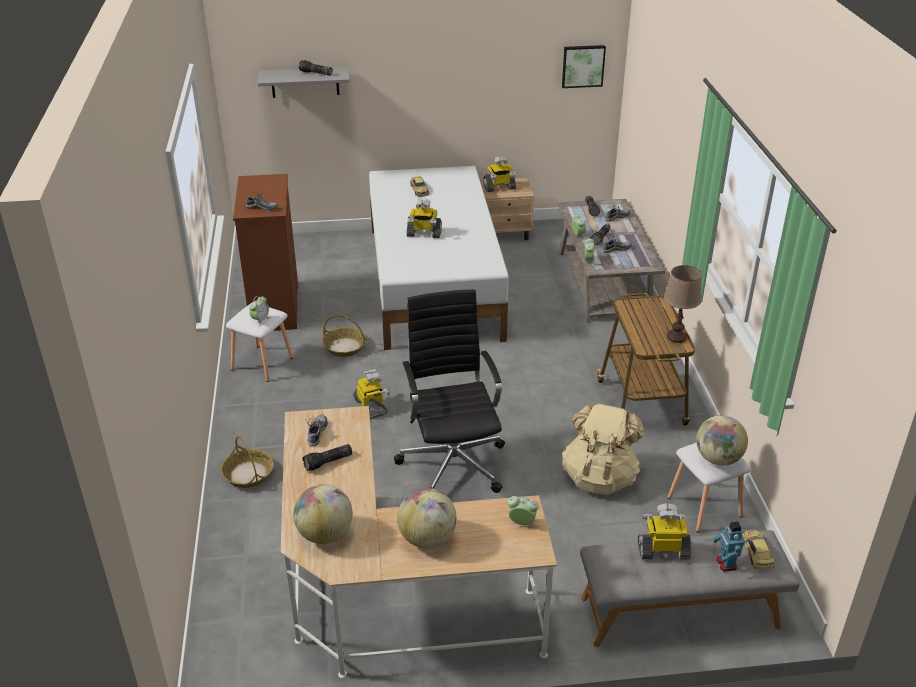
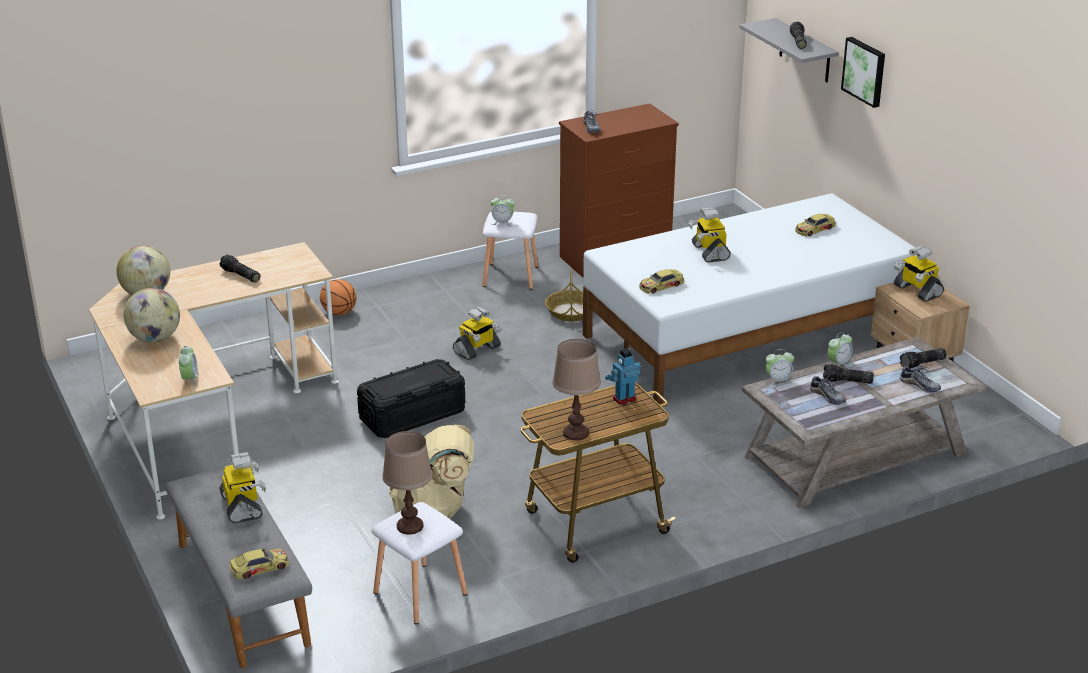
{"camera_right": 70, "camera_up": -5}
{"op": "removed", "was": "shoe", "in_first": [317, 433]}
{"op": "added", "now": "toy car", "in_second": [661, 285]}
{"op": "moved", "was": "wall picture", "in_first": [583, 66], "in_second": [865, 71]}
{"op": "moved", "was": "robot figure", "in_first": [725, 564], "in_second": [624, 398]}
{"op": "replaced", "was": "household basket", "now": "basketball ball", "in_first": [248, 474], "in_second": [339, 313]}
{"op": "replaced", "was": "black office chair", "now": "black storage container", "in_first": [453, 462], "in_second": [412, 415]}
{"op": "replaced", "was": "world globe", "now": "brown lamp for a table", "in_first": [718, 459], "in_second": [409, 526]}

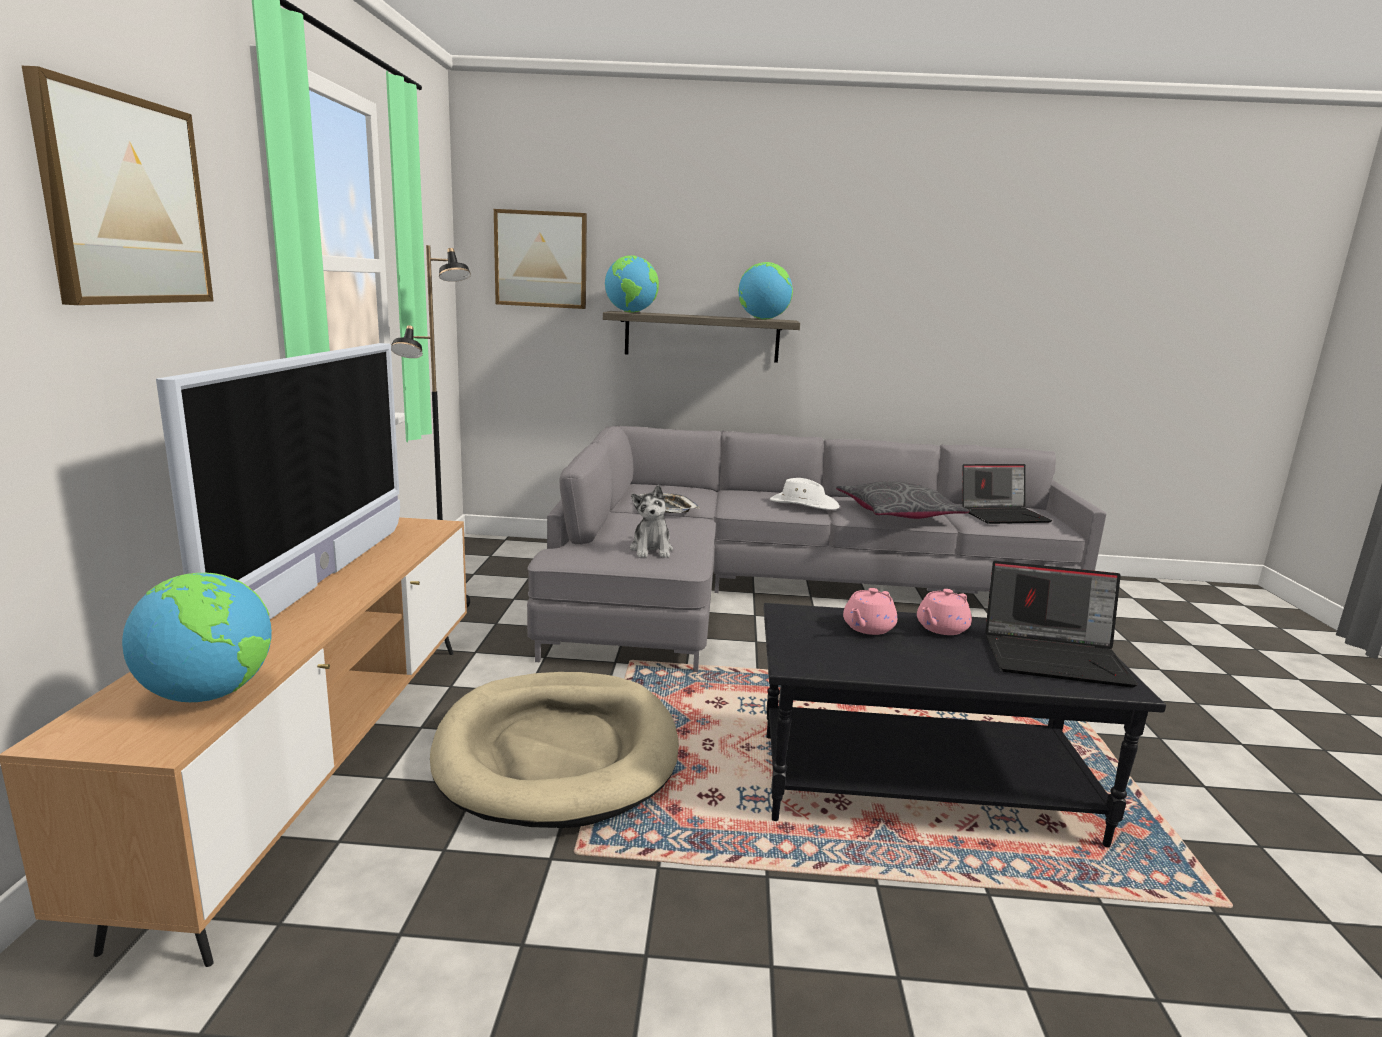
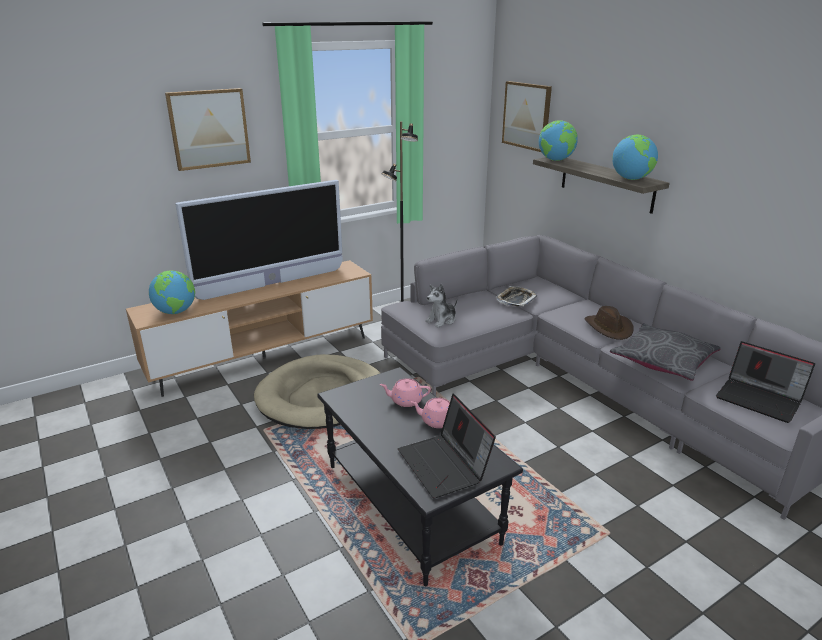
{"camera_right": 55, "camera_up": 10}
{"op": "recoloured", "was": "white hat", "now": "brown hat", "in_first": [803, 504], "in_second": [609, 328]}

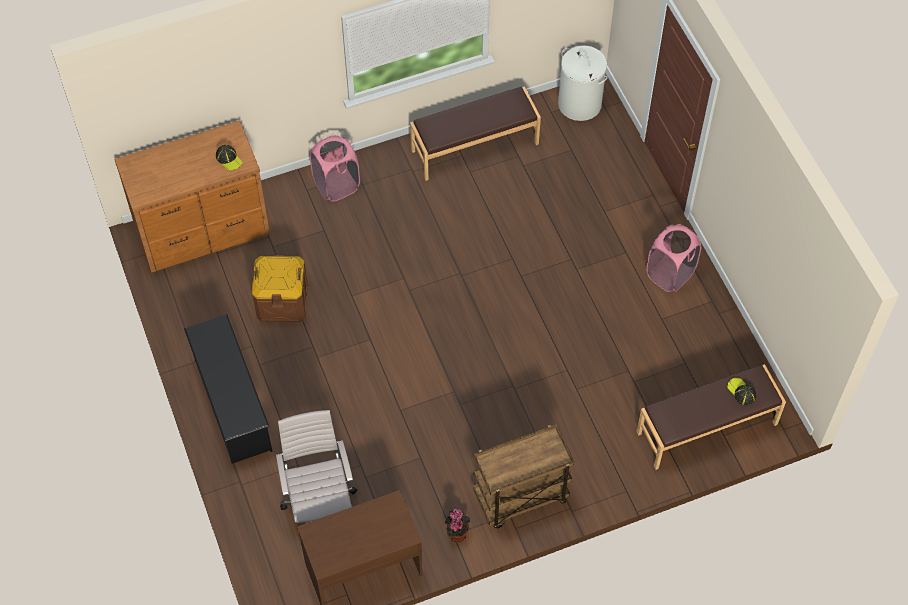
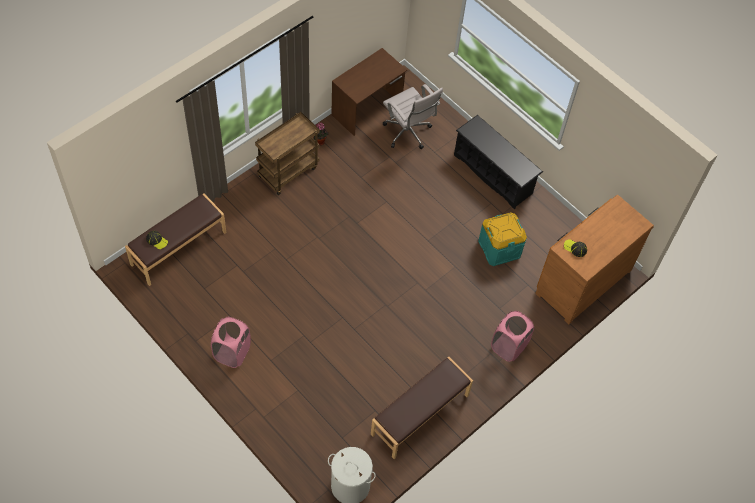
{"camera_right": 155, "camera_up": 0}
{"op": "recoloured", "was": "brown storage container", "now": "blue-green storage container", "in_first": [282, 301], "in_second": [499, 248]}

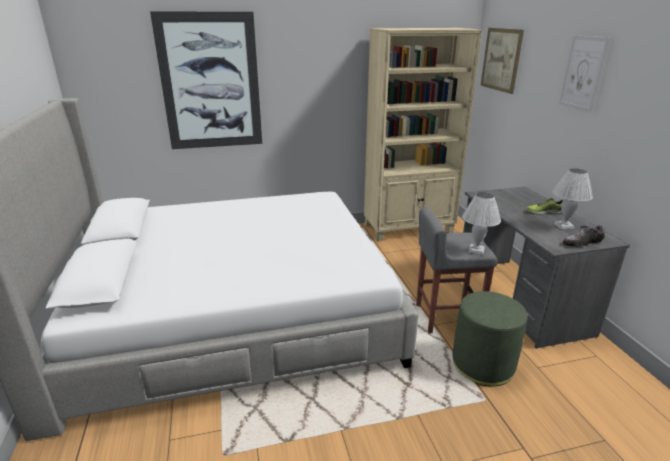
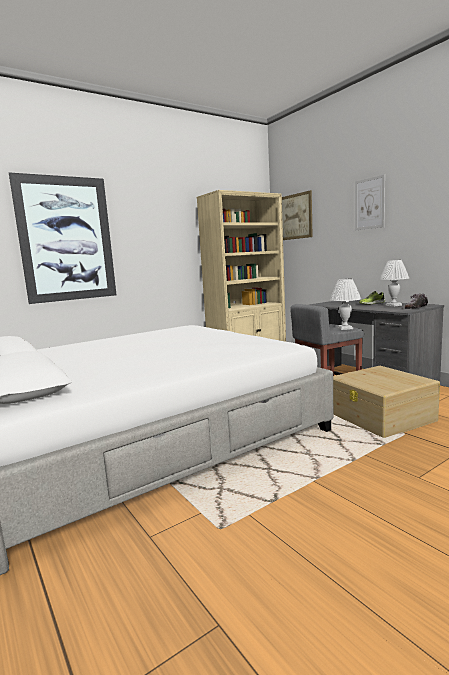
{"camera_right": -20, "camera_up": -15}
{"op": "replaced", "was": "green footrest", "now": "sand-coloured storage container", "in_first": [483, 364], "in_second": [381, 417]}

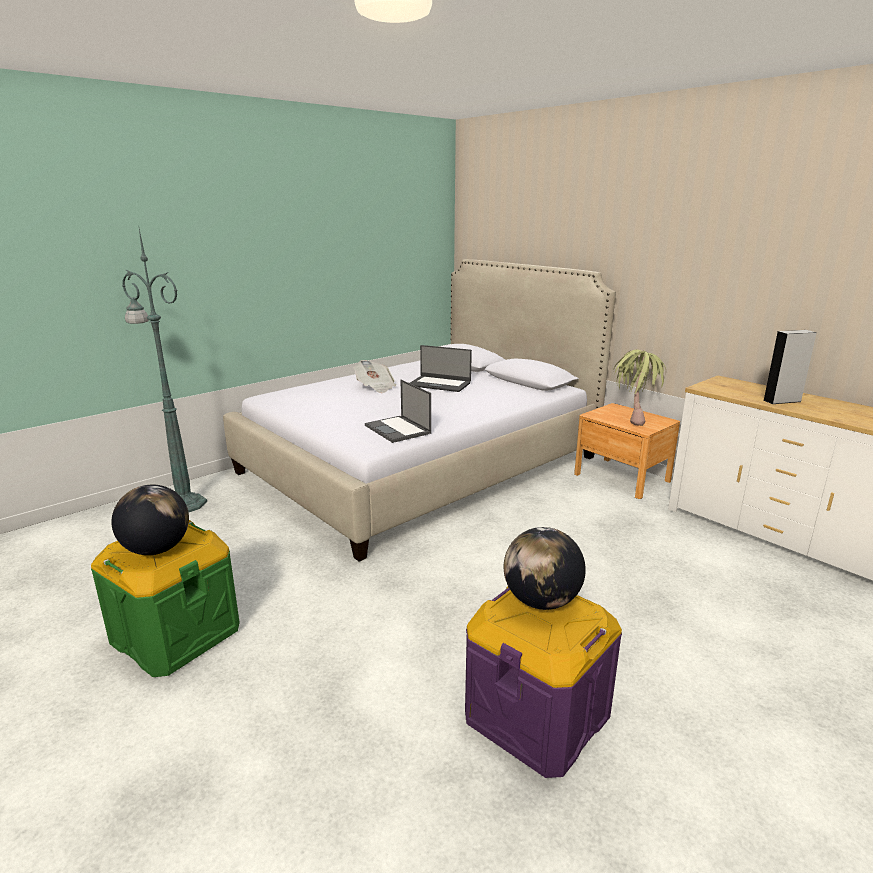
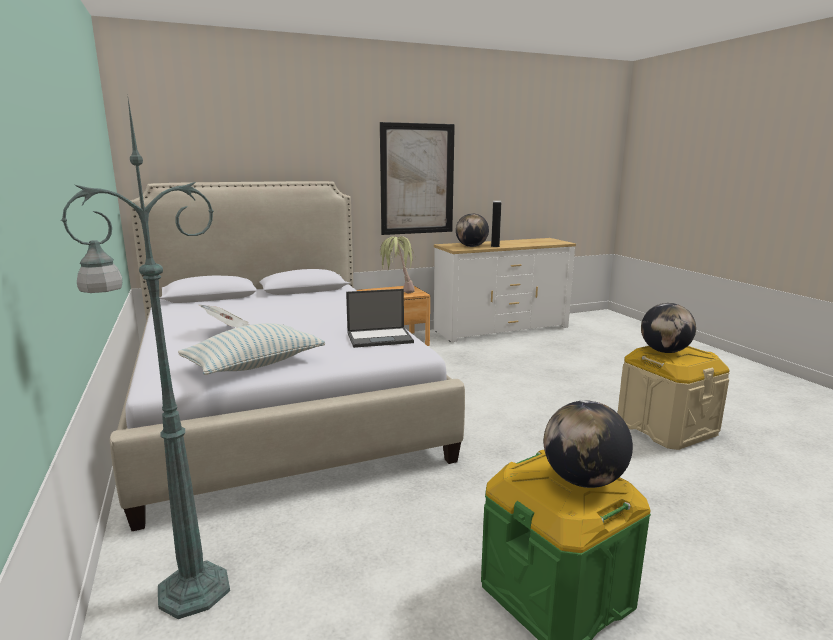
{"camera_right": -70, "camera_up": -5}
{"op": "removed", "was": "laptop", "in_first": [440, 384]}
{"op": "added", "now": "pillow", "in_second": [255, 365]}
{"op": "added", "now": "wall picture", "in_second": [417, 179]}
{"op": "added", "now": "world globe", "in_second": [471, 246]}
{"op": "recoloured", "was": "purplish storage container", "now": "sand-coloured storage container", "in_first": [537, 716], "in_second": [665, 428]}

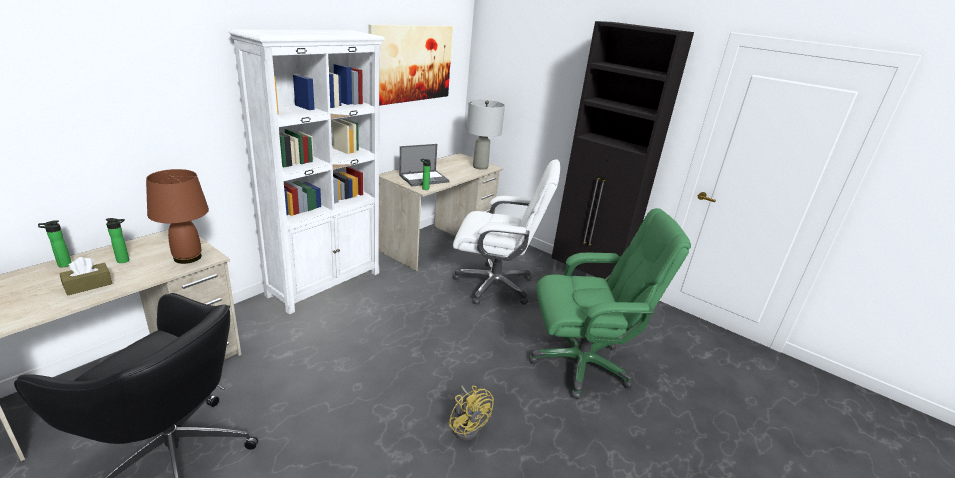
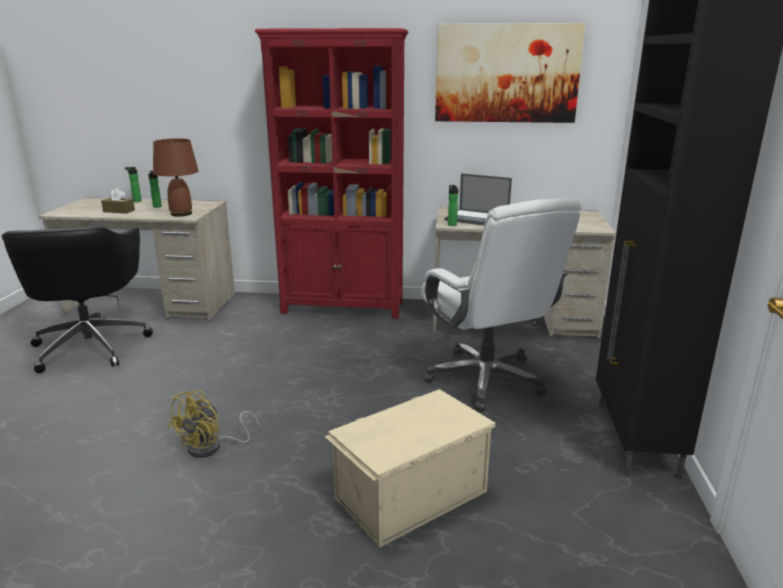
{"camera_right": 60, "camera_up": -5}
{"op": "removed", "was": "gray lamp for a table", "in_first": [480, 167]}
{"op": "replaced", "was": "green office chair", "now": "sand-coloured storage container", "in_first": [581, 364], "in_second": [409, 494]}
{"op": "recoloured", "was": "white bookshelf", "now": "reddish bookshelf", "in_first": [325, 283], "in_second": [343, 307]}

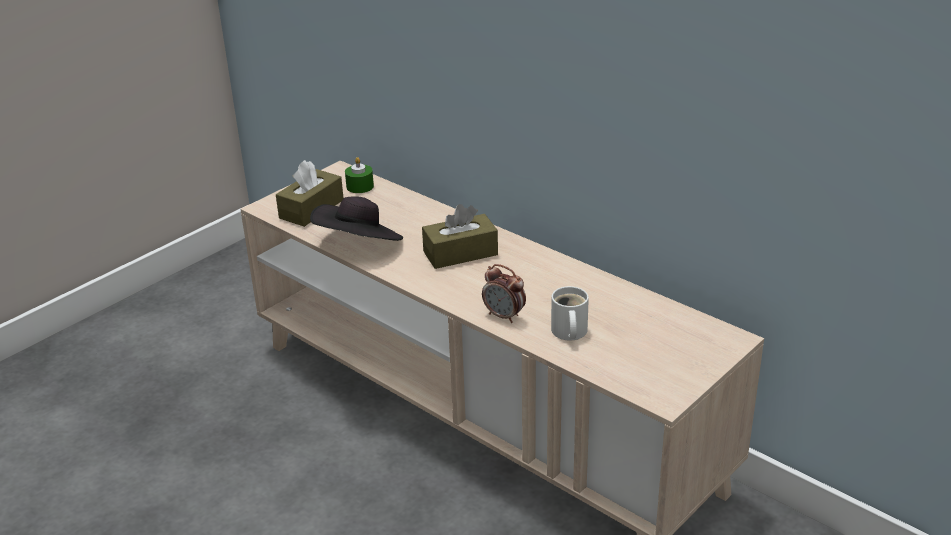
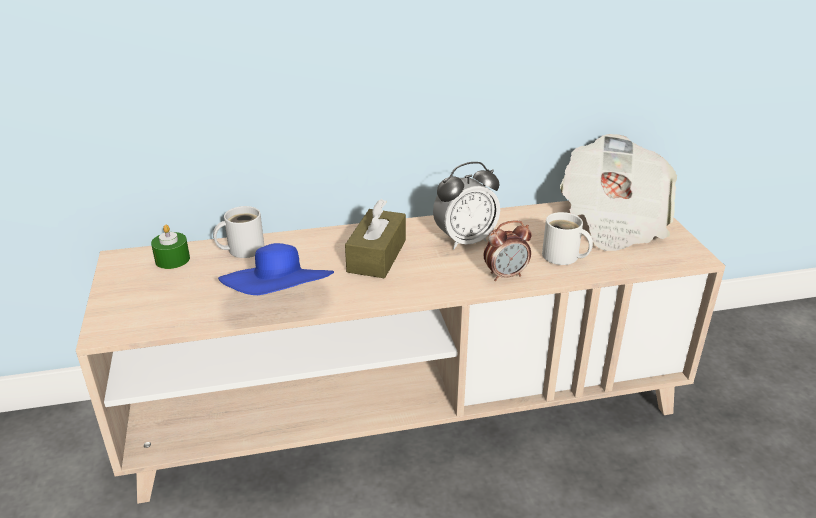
{"camera_right": -55, "camera_up": 0}
{"op": "removed", "was": "brown tissue holder", "in_first": [311, 209]}
{"op": "added", "now": "white mug", "in_second": [242, 249]}
{"op": "added", "now": "alarm clock", "in_second": [465, 240]}
{"op": "added", "now": "printed paper", "in_second": [613, 221]}
{"op": "recoloured", "was": "black hat", "now": "blue-coloured hat", "in_first": [359, 245], "in_second": [281, 302]}

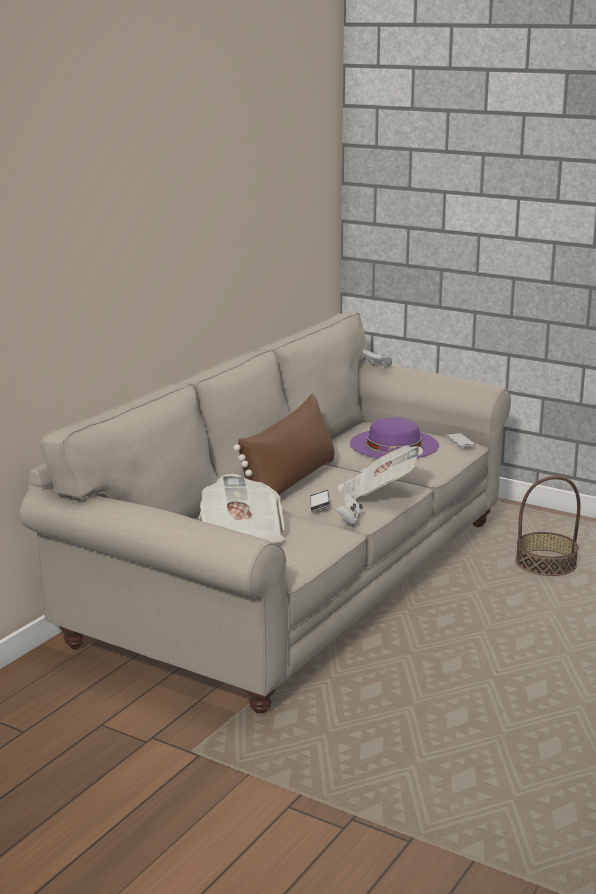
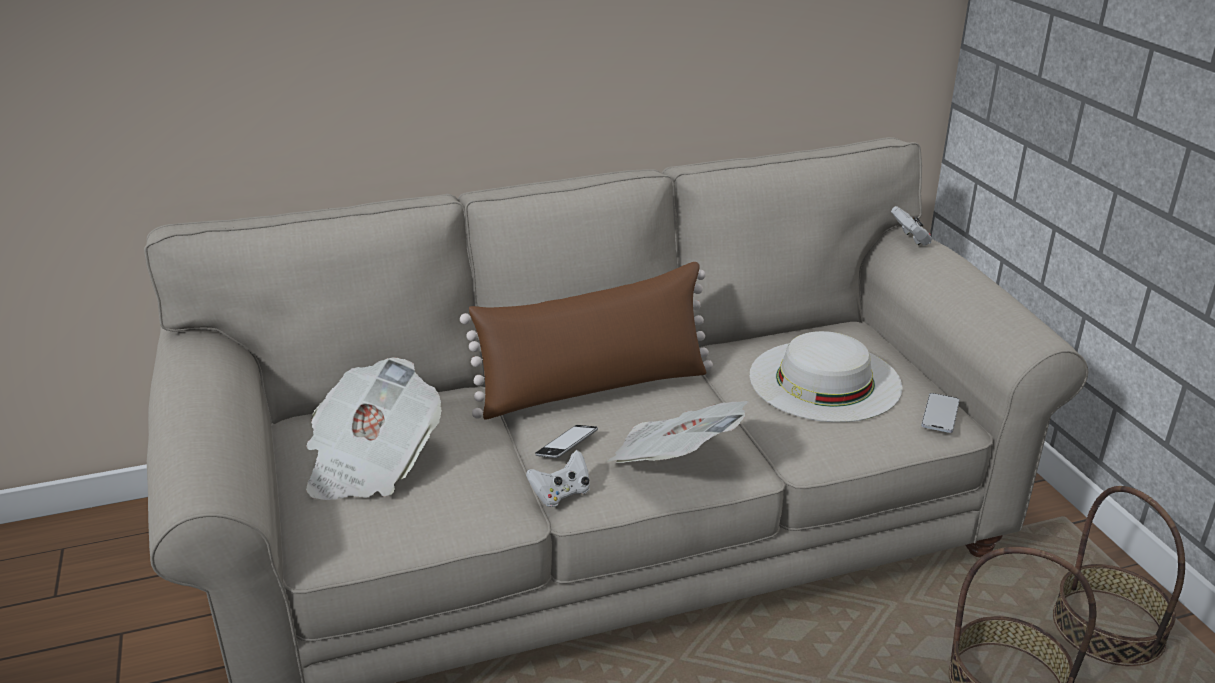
{"camera_right": 40, "camera_up": 10}
{"op": "added", "now": "household basket", "in_second": [1108, 627]}
{"op": "recoloured", "was": "purplish hat", "now": "white hat", "in_first": [394, 444], "in_second": [824, 380]}

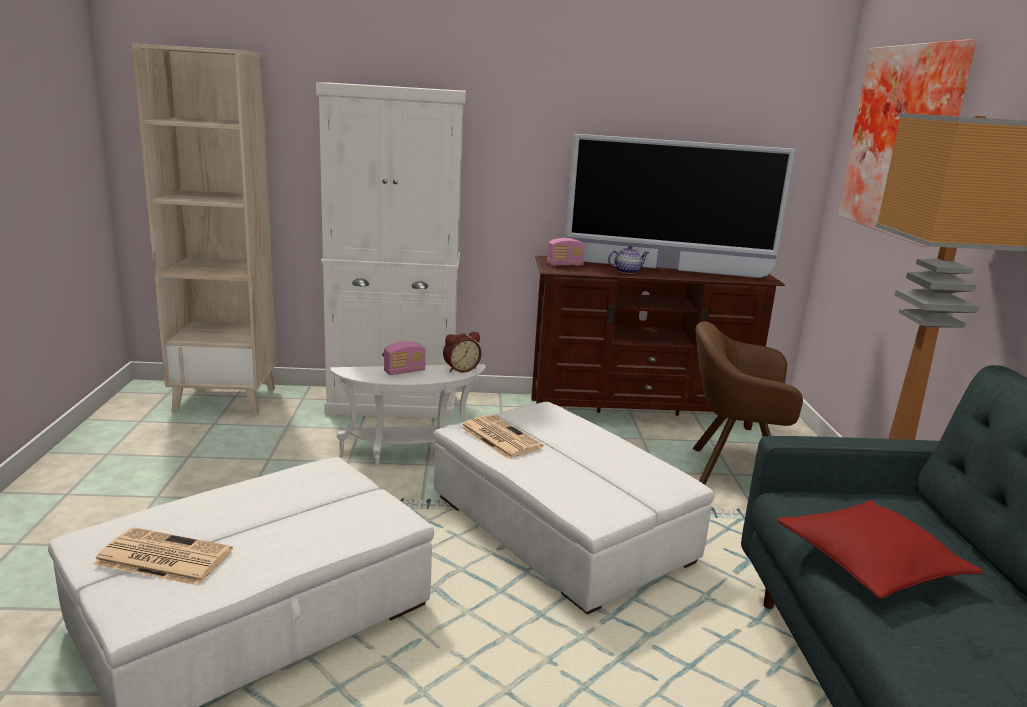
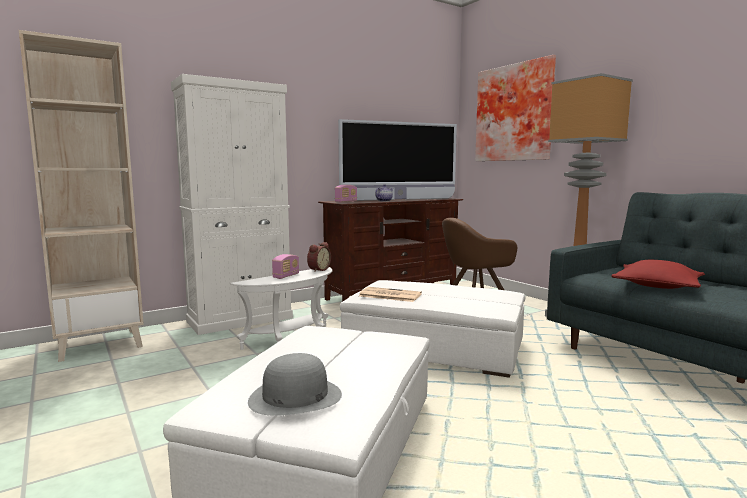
{"camera_right": -30, "camera_up": -10}
{"op": "replaced", "was": "printed paper", "now": "gray hat", "in_first": [162, 557], "in_second": [295, 397]}

